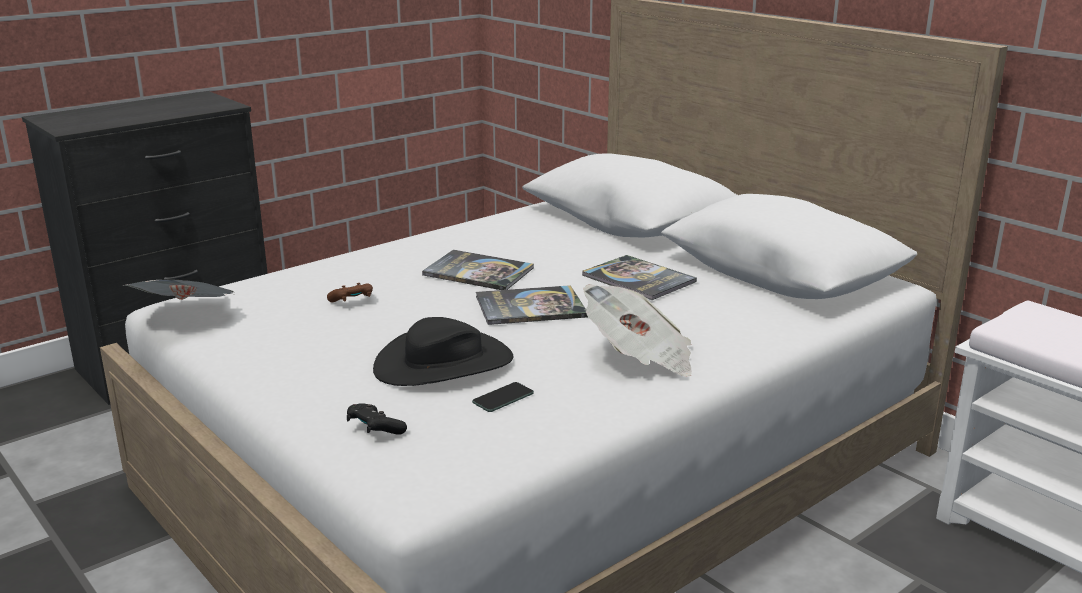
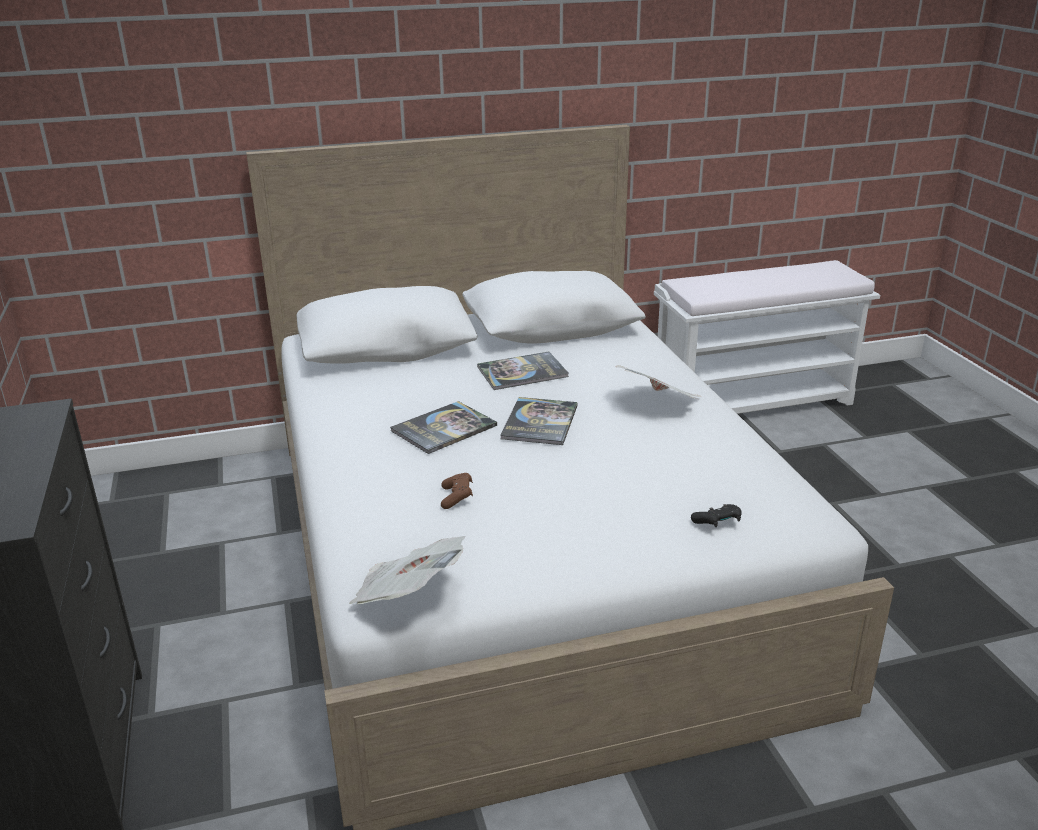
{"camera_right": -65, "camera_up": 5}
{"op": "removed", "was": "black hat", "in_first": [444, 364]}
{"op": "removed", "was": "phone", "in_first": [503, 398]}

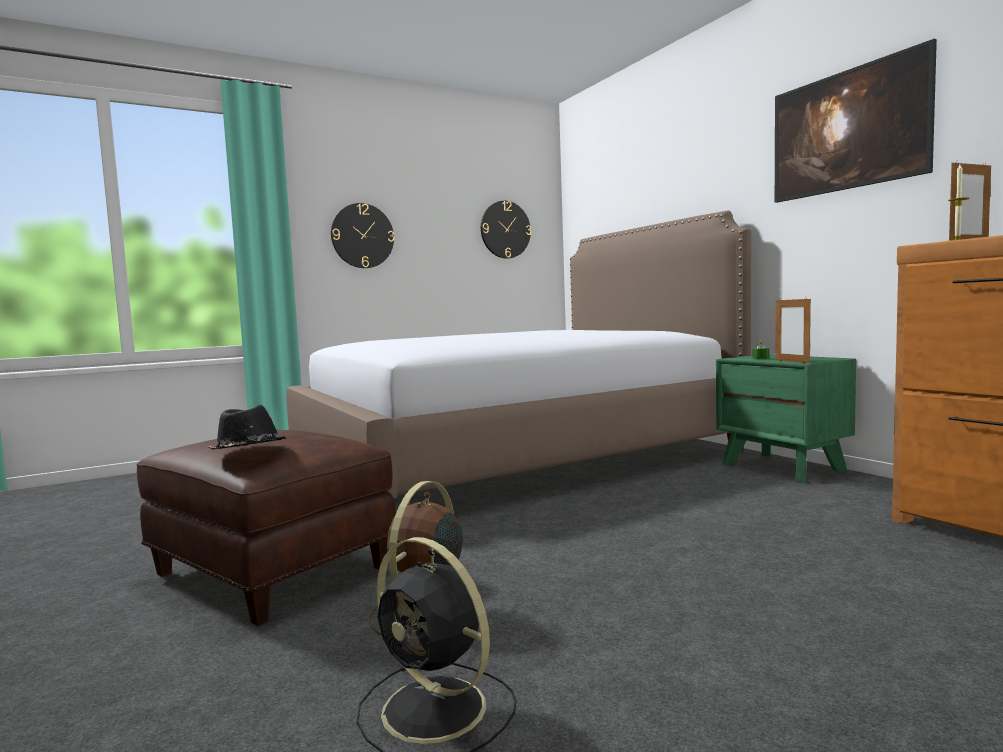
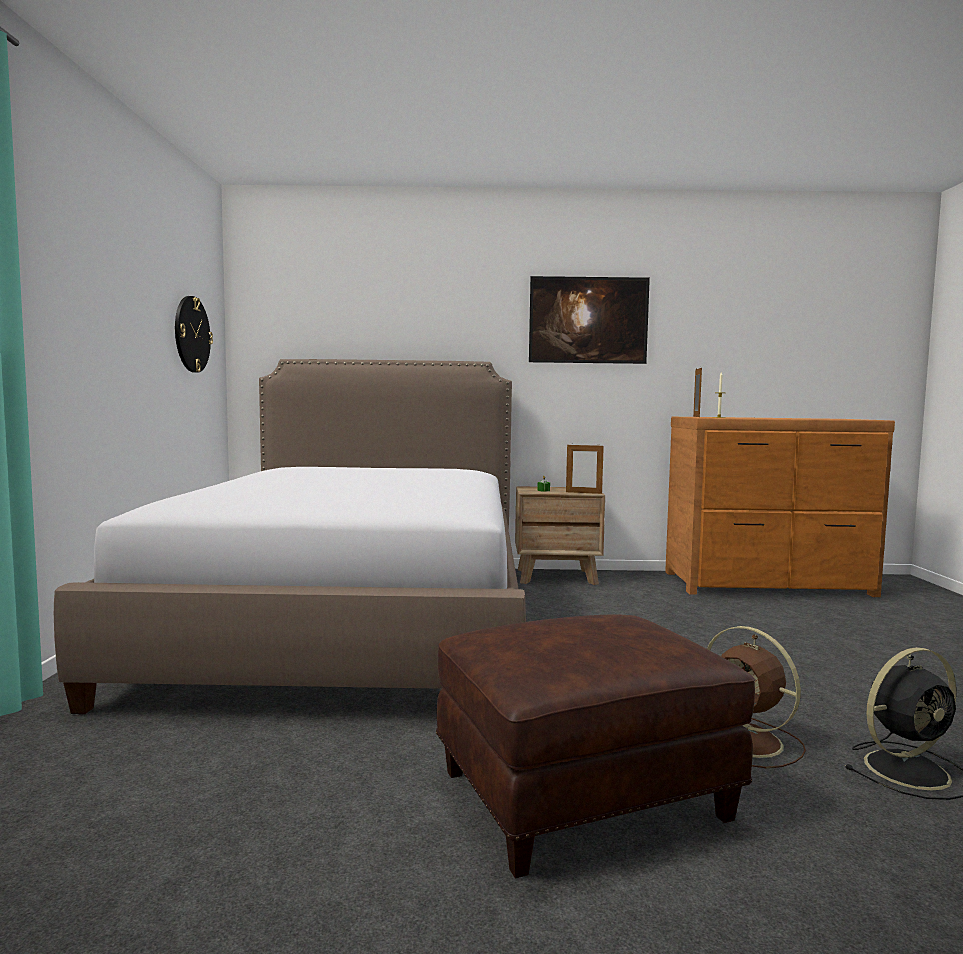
{"camera_right": -60, "camera_up": 0}
{"op": "removed", "was": "black hat", "in_first": [248, 452]}
{"op": "removed", "was": "wall clock", "in_first": [362, 236]}
{"op": "recoloured", "was": "green night table", "now": "brown night table", "in_first": [783, 467], "in_second": [557, 576]}

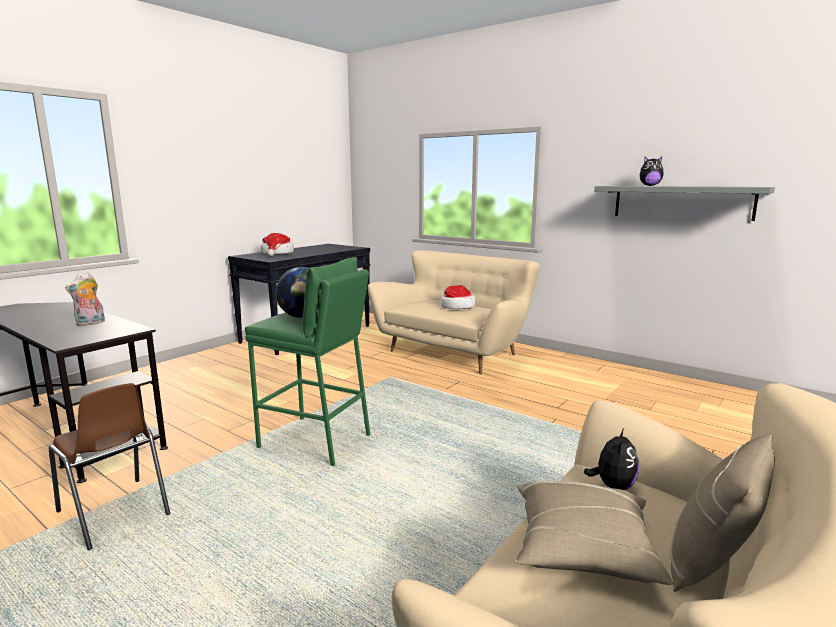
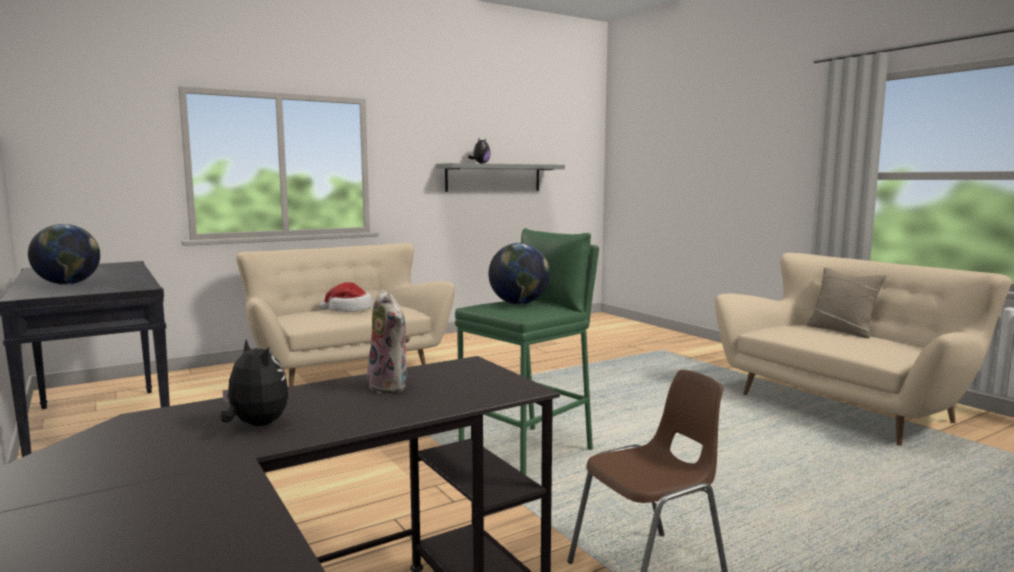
{"camera_right": -70, "camera_up": -5}
{"op": "removed", "was": "sand-coloured pillow", "in_first": [583, 550]}
{"op": "moved", "was": "soft toy", "in_first": [612, 486], "in_second": [256, 425]}
{"op": "replaced", "was": "hat", "now": "world globe", "in_first": [277, 253], "in_second": [68, 284]}

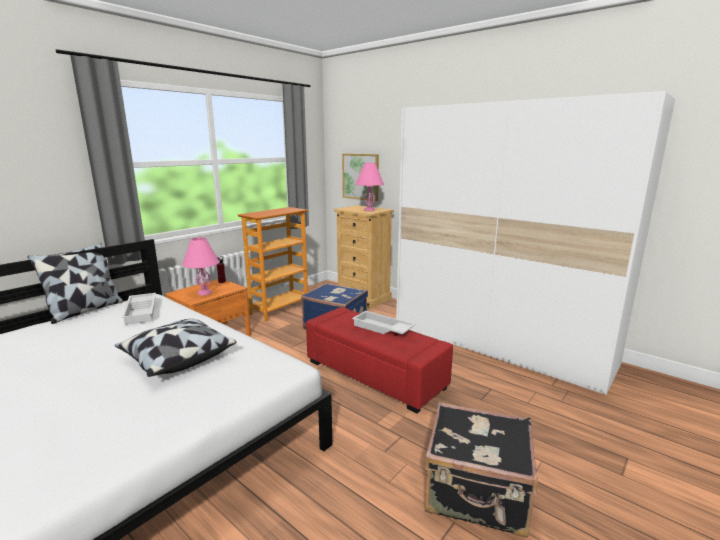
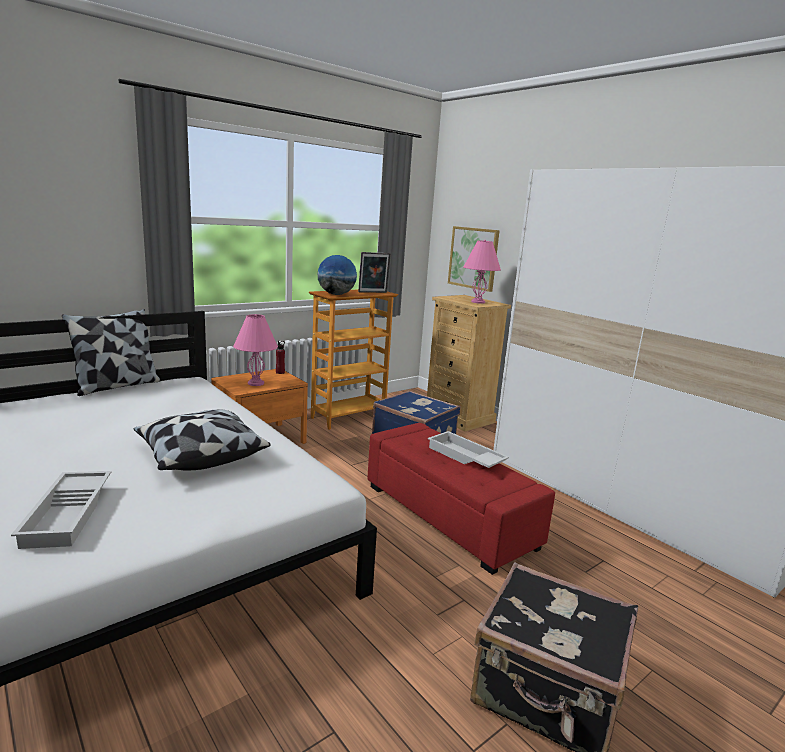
{"camera_right": 10, "camera_up": 0}
{"op": "added", "now": "world globe", "in_second": [336, 294]}
{"op": "added", "now": "picture frame", "in_second": [373, 292]}
{"op": "moved", "was": "white tray", "in_first": [142, 312], "in_second": [70, 514]}

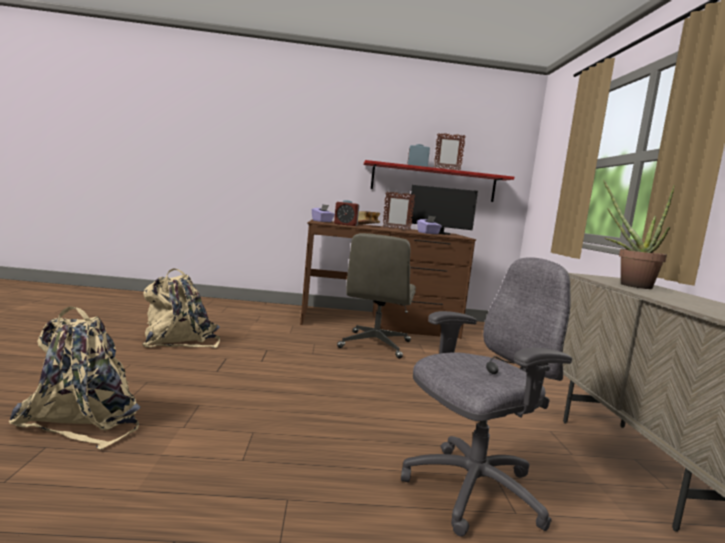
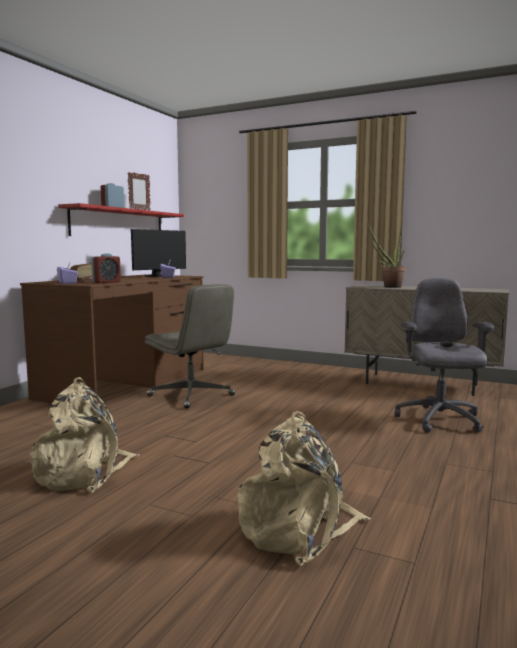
{"camera_right": -60, "camera_up": 0}
{"op": "removed", "was": "picture frame", "in_first": [396, 229]}

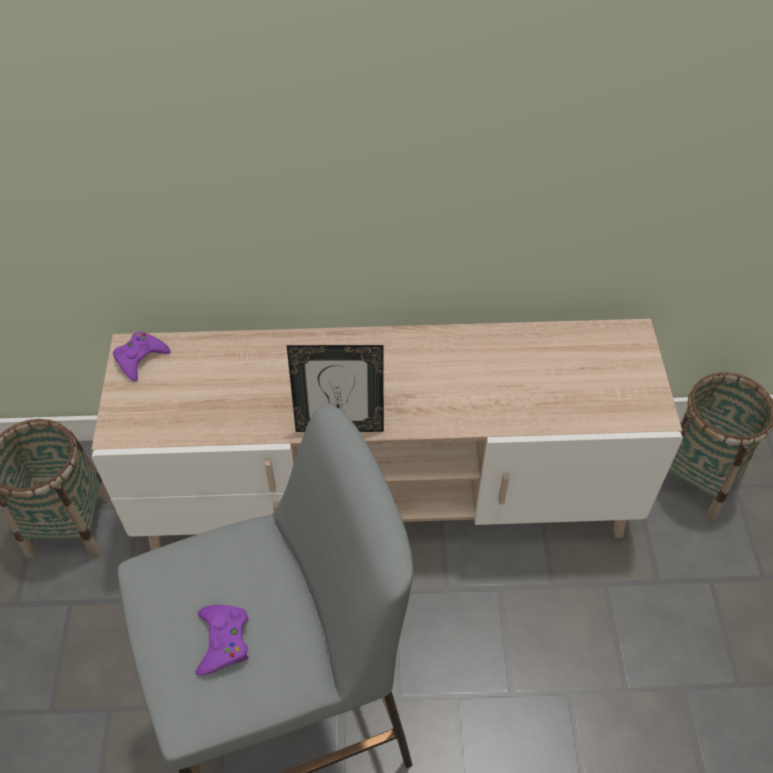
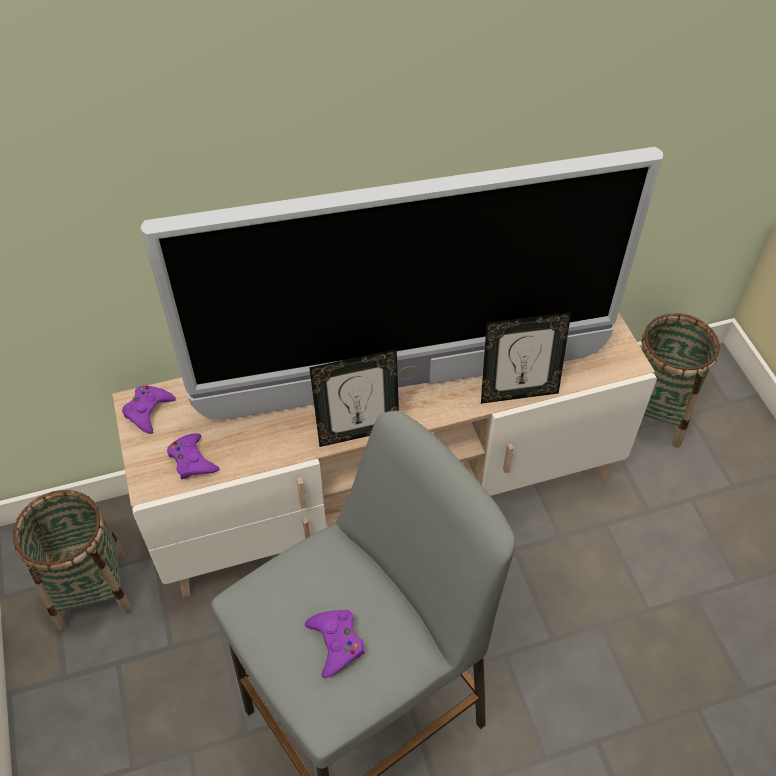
{"camera_right": -15, "camera_up": 0}
{"op": "added", "now": "television", "in_second": [406, 383]}
{"op": "added", "now": "purplish gamepad", "in_second": [192, 460]}
{"op": "added", "now": "picture frame", "in_second": [518, 393]}

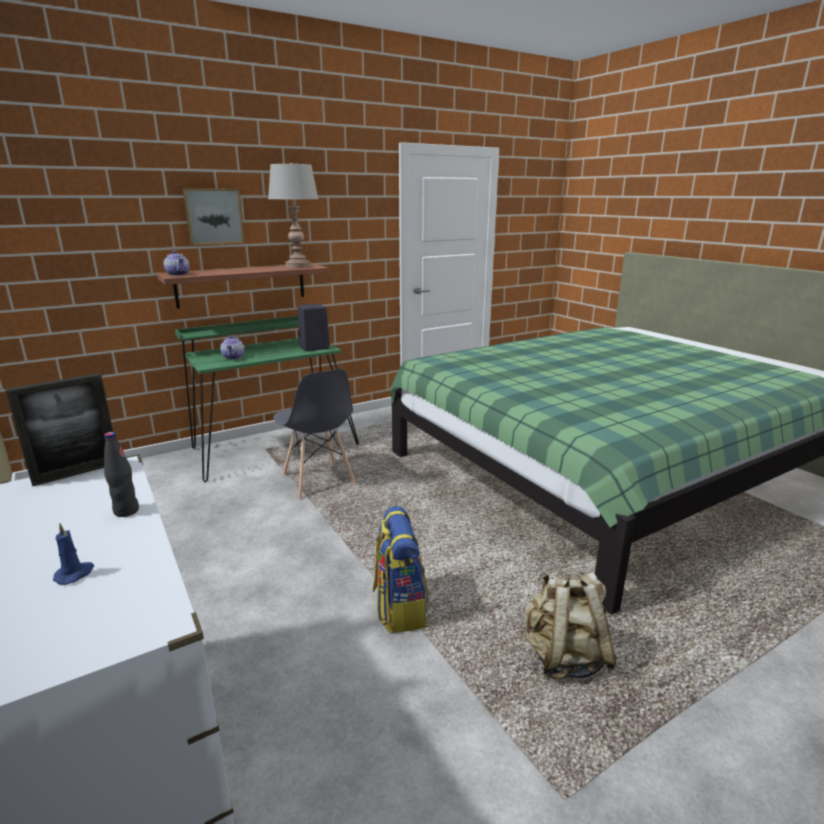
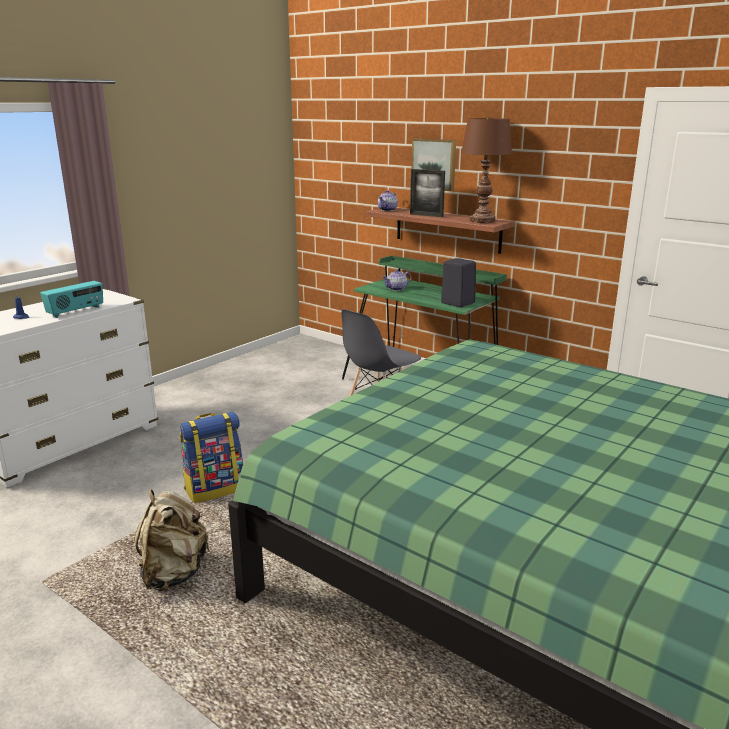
{"camera_right": 70, "camera_up": 0}
{"op": "moved", "was": "picture frame", "in_first": [77, 473], "in_second": [426, 215]}
{"op": "replaced", "was": "black drink bottle", "now": "radio receiver", "in_first": [126, 511], "in_second": [76, 311]}
{"op": "recoloured", "was": "gray lamp for a table", "now": "brown lamp for a table", "in_first": [298, 266], "in_second": [482, 221]}

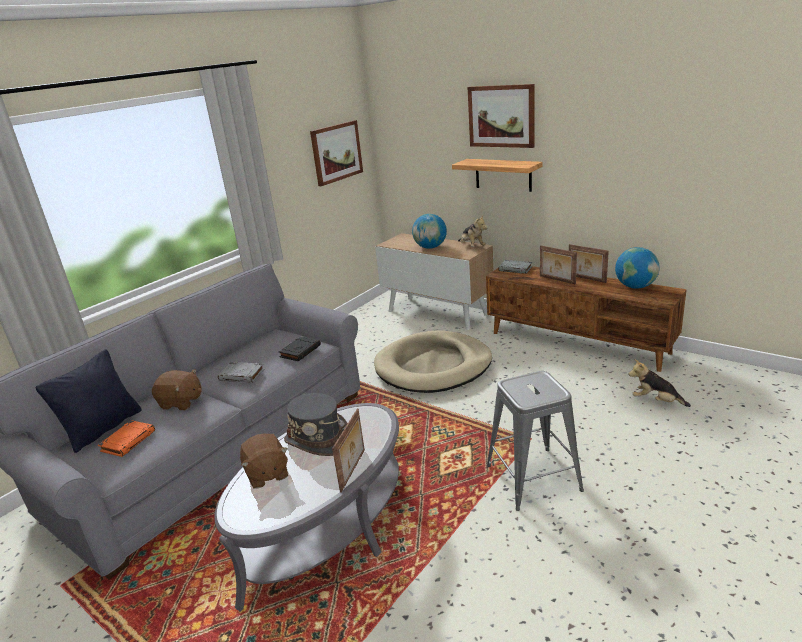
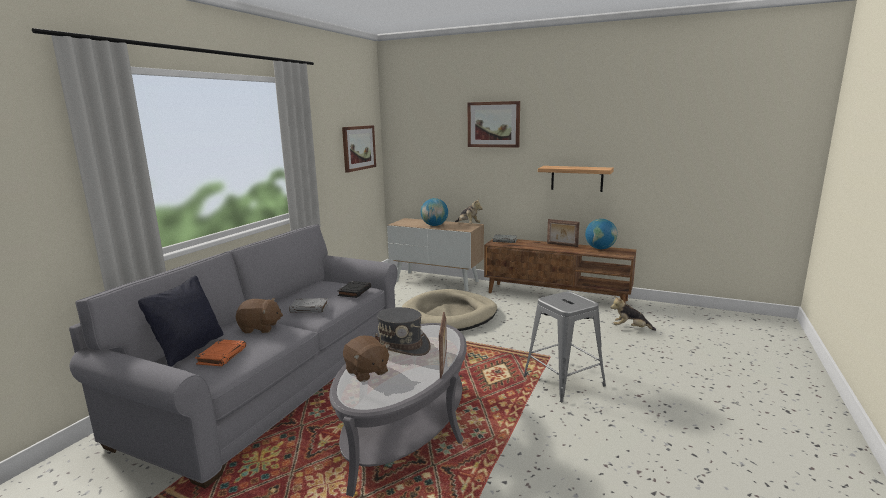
{"camera_right": -15, "camera_up": -10}
{"op": "removed", "was": "picture frame", "in_first": [557, 280]}
{"op": "moved", "was": "bracket shelf", "in_first": [503, 175], "in_second": [577, 178]}

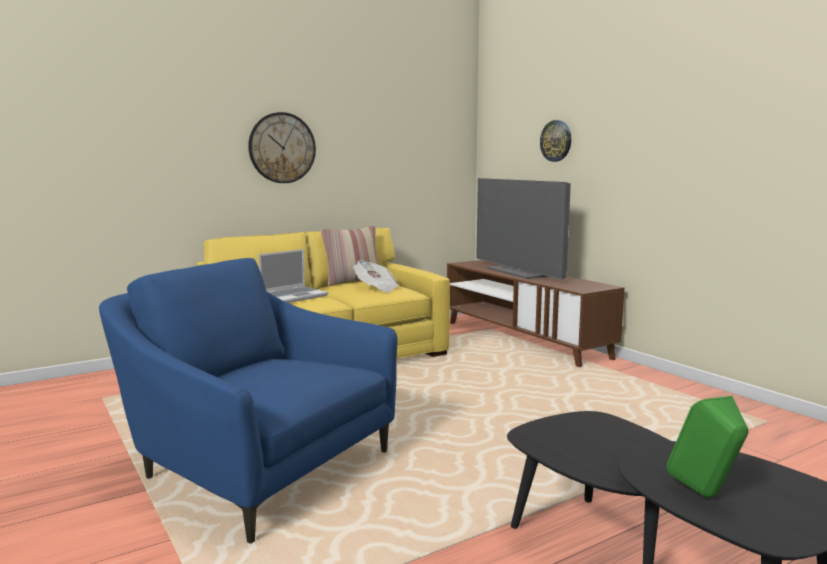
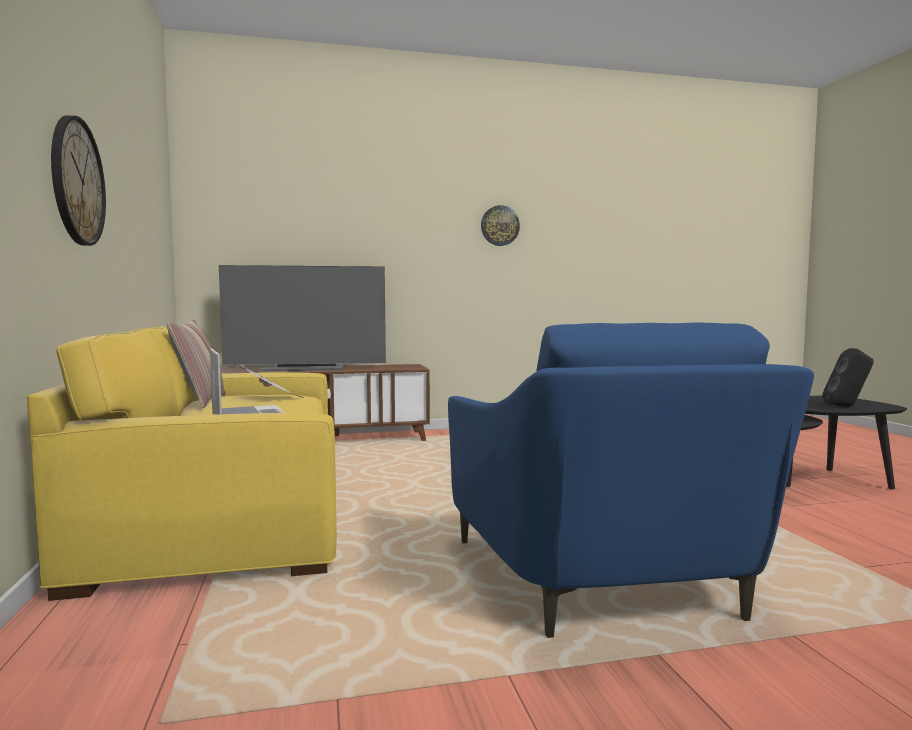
{"camera_right": -70, "camera_up": -5}
{"op": "moved", "was": "wall clock", "in_first": [556, 141], "in_second": [500, 225]}
{"op": "recoloured", "was": "green loudspeaker", "now": "black loudspeaker", "in_first": [706, 496], "in_second": [847, 406]}
{"op": "turned", "was": "blue-coloured armchair", "in_first": [255, 468], "in_second": [606, 581], "clockwise": -60}

